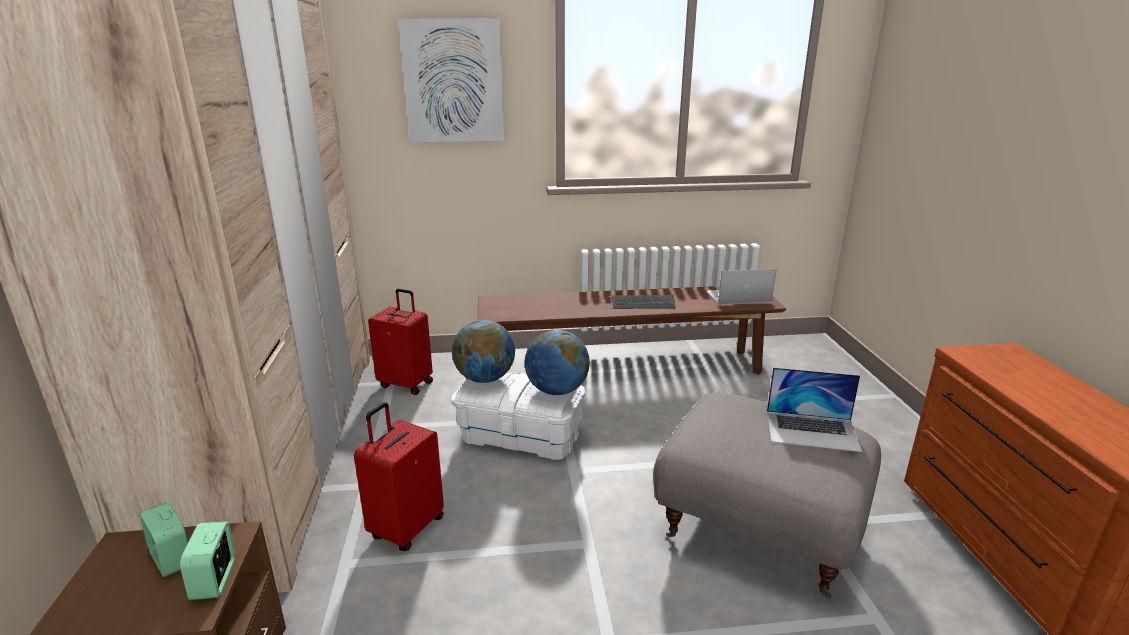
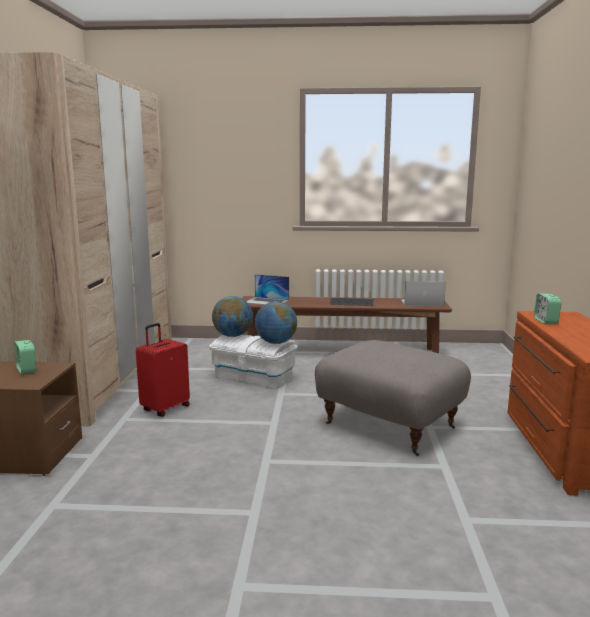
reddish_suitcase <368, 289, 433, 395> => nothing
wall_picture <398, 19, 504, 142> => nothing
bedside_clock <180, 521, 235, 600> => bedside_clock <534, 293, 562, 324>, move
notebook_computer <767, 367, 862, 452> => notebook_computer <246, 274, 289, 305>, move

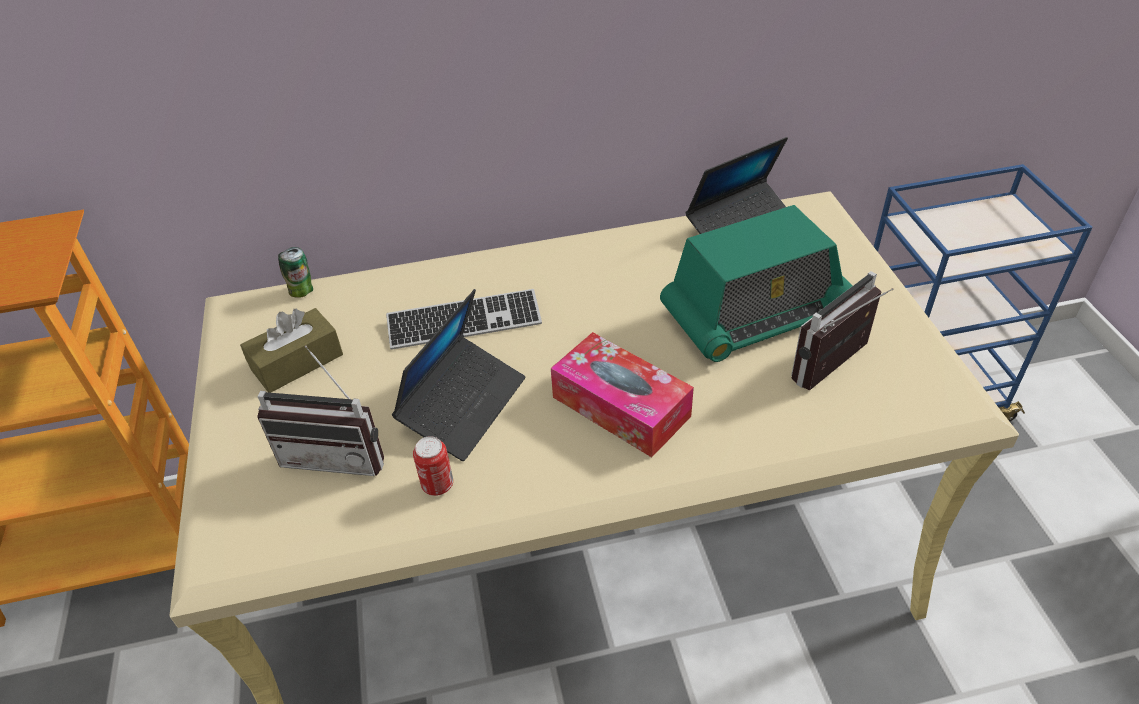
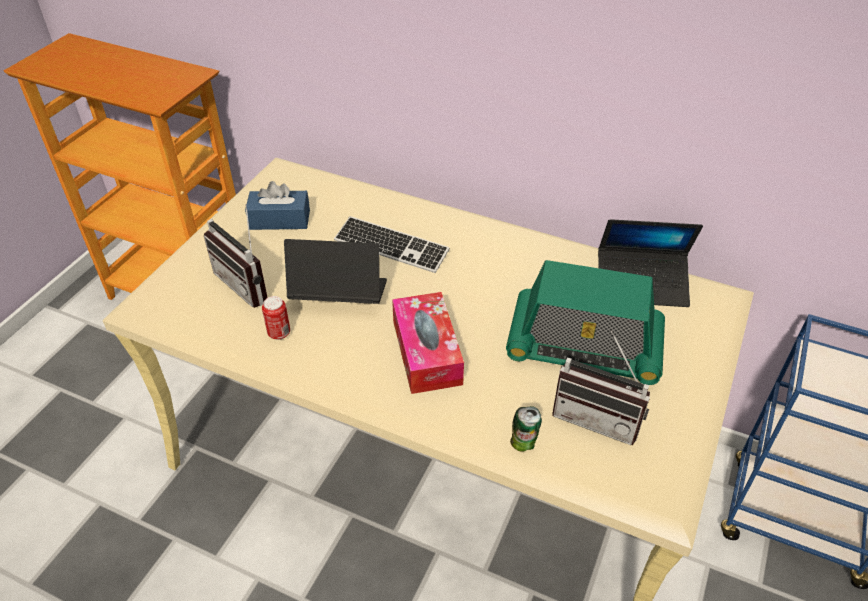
metal_can <278, 247, 313, 298> => metal_can <510, 406, 542, 452>, move
brownish_tissue_box <240, 308, 343, 393> => bluish_tissue_box <245, 181, 310, 230>
notebook_computer <392, 289, 525, 461> => notebook_computer <284, 239, 387, 304>, 150 degrees counterclockwise
radio <791, 271, 894, 390> => radio <552, 331, 650, 445>, 150 degrees counterclockwise

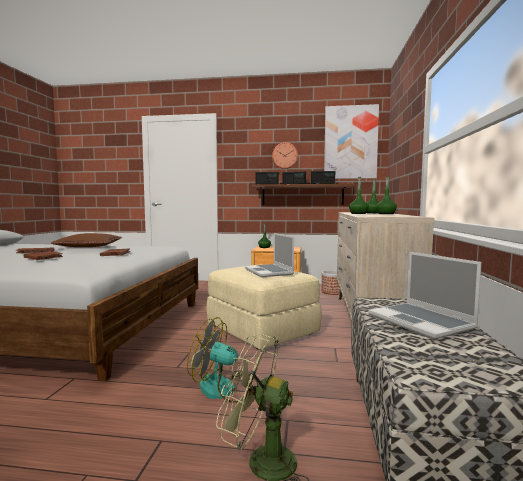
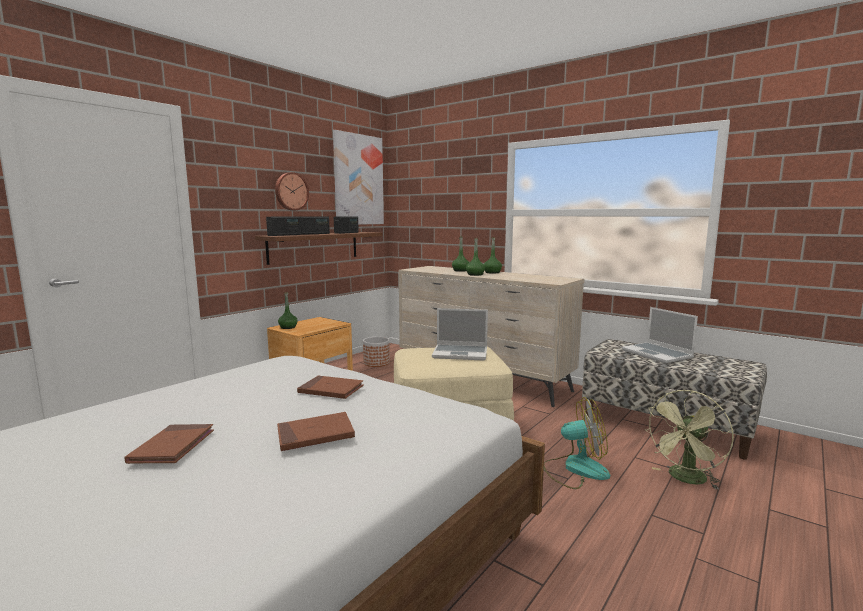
brownish_cushion <51, 233, 122, 247> => nothing
electric_fan <187, 317, 258, 403> => electric_fan <544, 397, 610, 489>, 135 degrees counterclockwise
notebook_computer <368, 252, 481, 340> => notebook_computer <622, 307, 698, 364>, 60 degrees clockwise

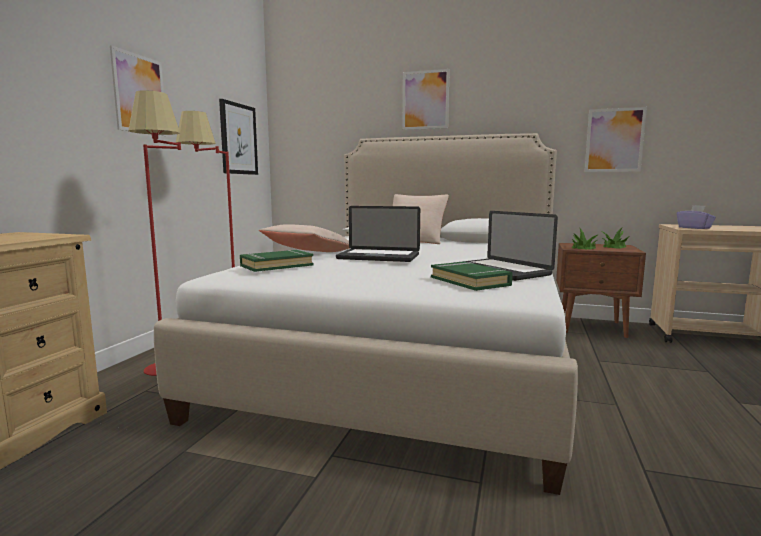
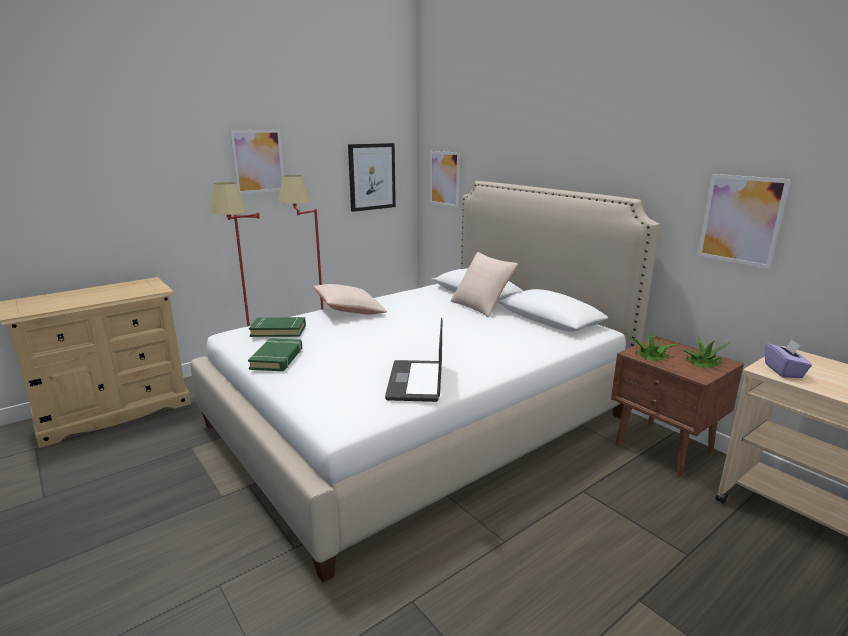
notebook_computer <336, 206, 420, 262> => nothing
wall_picture <402, 69, 450, 130> => wall_picture <430, 151, 460, 208>, move
green-coloured_book <431, 262, 513, 291> => green-coloured_book <248, 338, 302, 371>, move

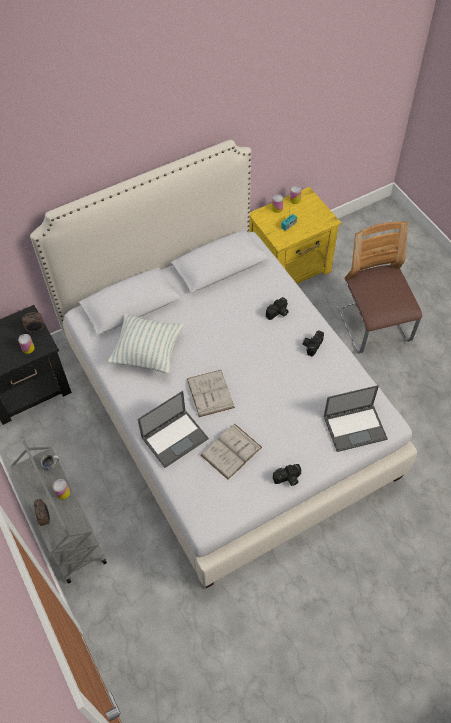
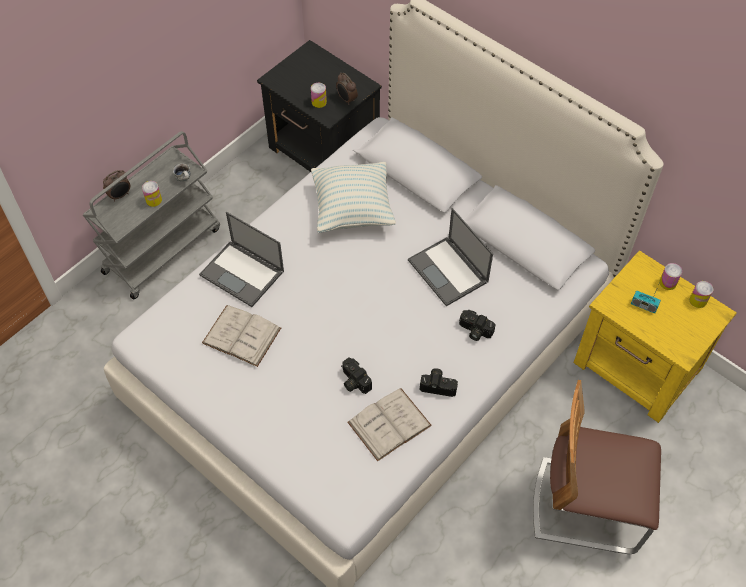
whitish_book <187, 370, 235, 417> => whitish_book <347, 388, 432, 461>, move
still_camera <273, 464, 302, 486> => still_camera <341, 358, 372, 394>, move
notebook_computer <324, 385, 388, 452> => notebook_computer <408, 208, 493, 306>, move
plain_chair <337, 222, 422, 354> => plain_chair <533, 380, 661, 554>, 135 degrees counterclockwise

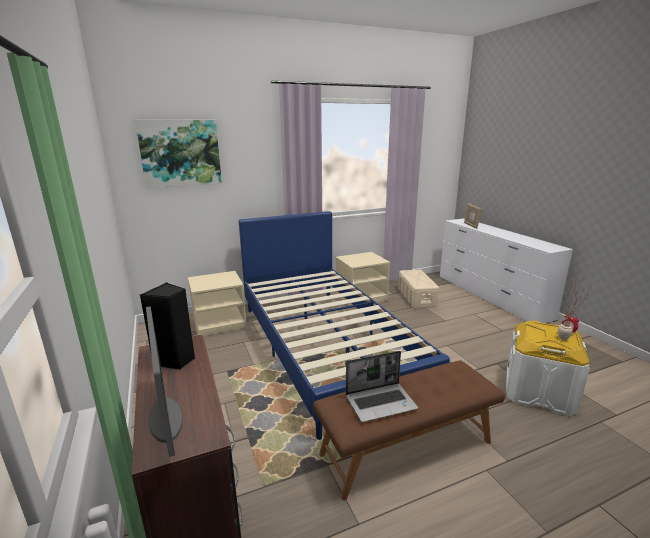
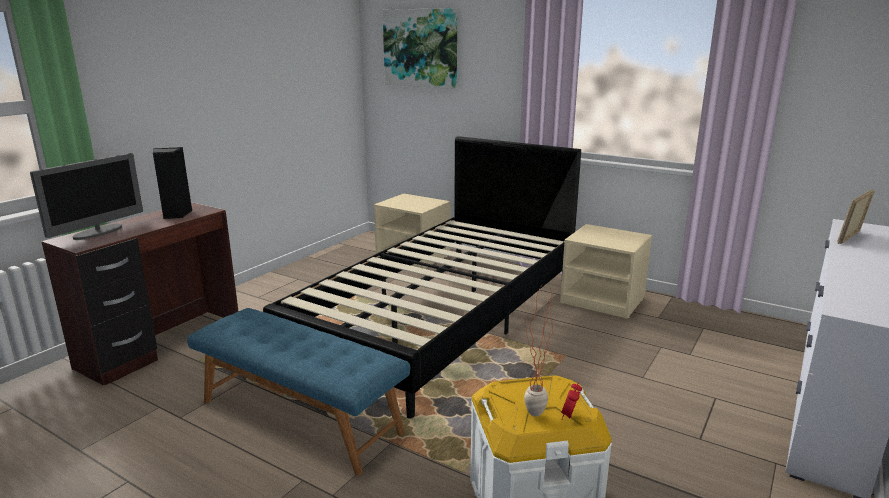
notebook_computer <346, 351, 418, 422> => nothing
beige-coloured_storage_bin <398, 270, 439, 308> => nothing
bluish_bedroom_bed <239, 211, 450, 440> => black-coloured_bedroom_bed <263, 136, 581, 419>
brownish_bench <313, 360, 505, 501> => bluish_bench <187, 308, 410, 475>

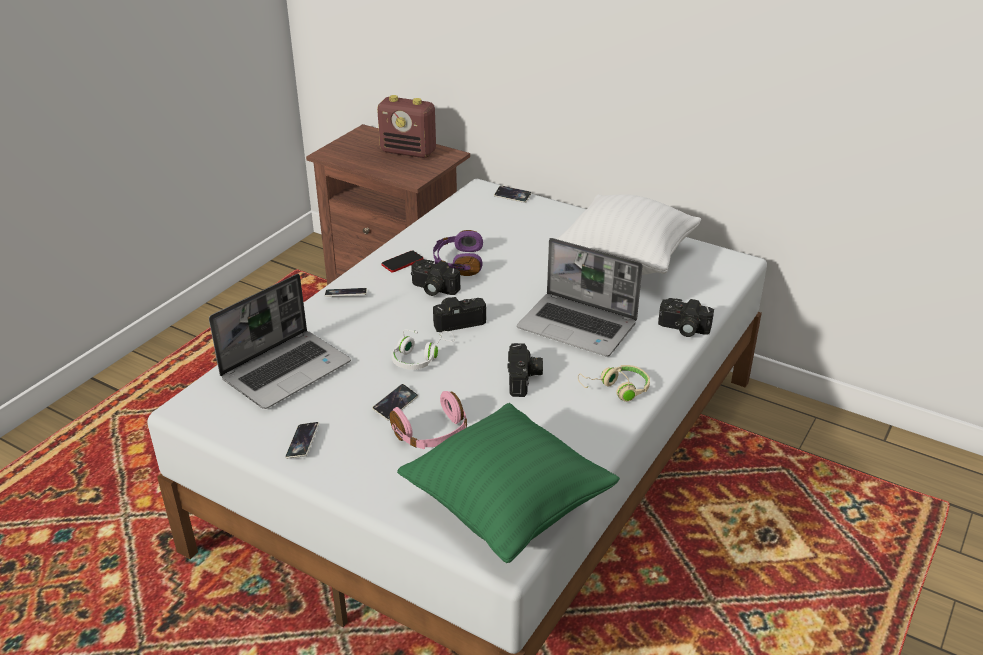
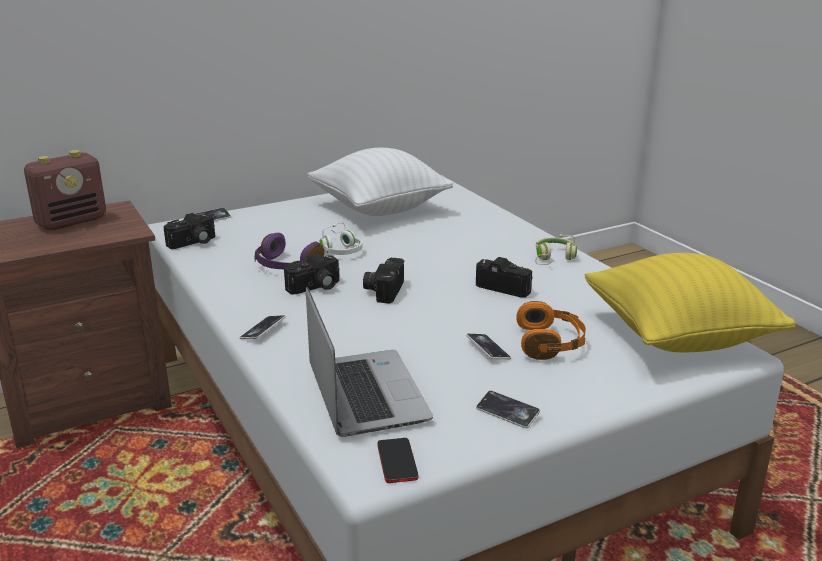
notebook_computer <517, 238, 643, 357> => nothing
phone <381, 250, 423, 272> => phone <377, 438, 418, 483>, move
whitish_headset <391, 329, 455, 370> => whitish_headset <319, 222, 363, 255>, move
still_camera <658, 298, 714, 337> => still_camera <163, 213, 215, 249>, move
pink_headset <390, 391, 467, 449> => orange_headset <516, 301, 586, 360>
green-coloured_cushion <397, 403, 620, 563> => yellowish_cushion <584, 253, 795, 352>

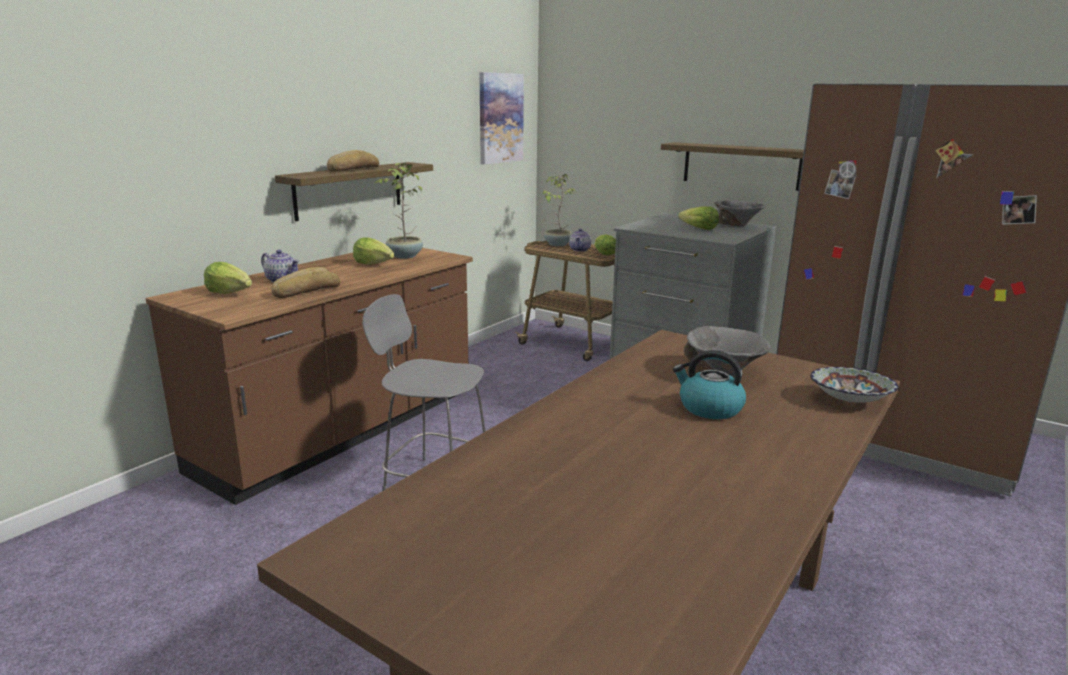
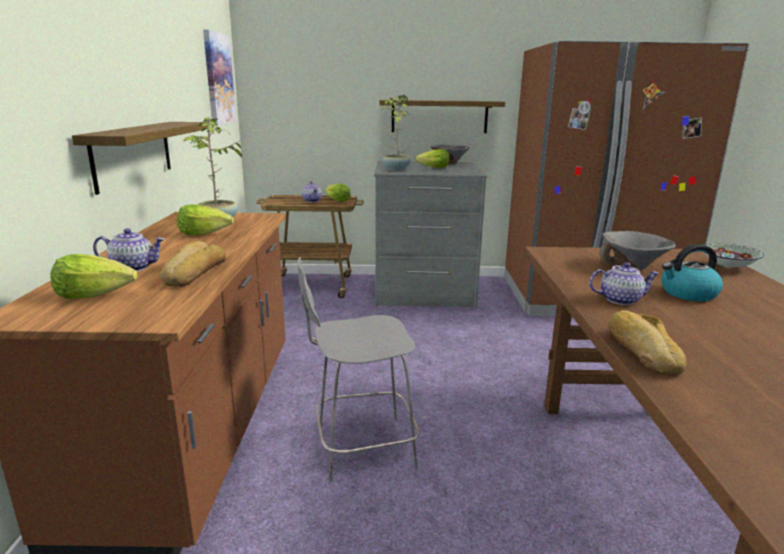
nothing => teapot <589, 262, 659, 305>
baked_bread <327, 150, 379, 172> => baked_bread <609, 310, 687, 375>, move
houseplant <543, 174, 576, 246> => houseplant <380, 95, 411, 171>, move

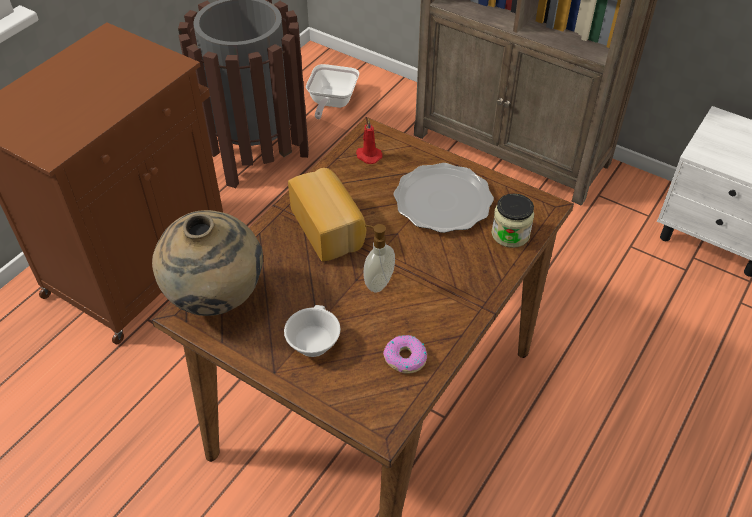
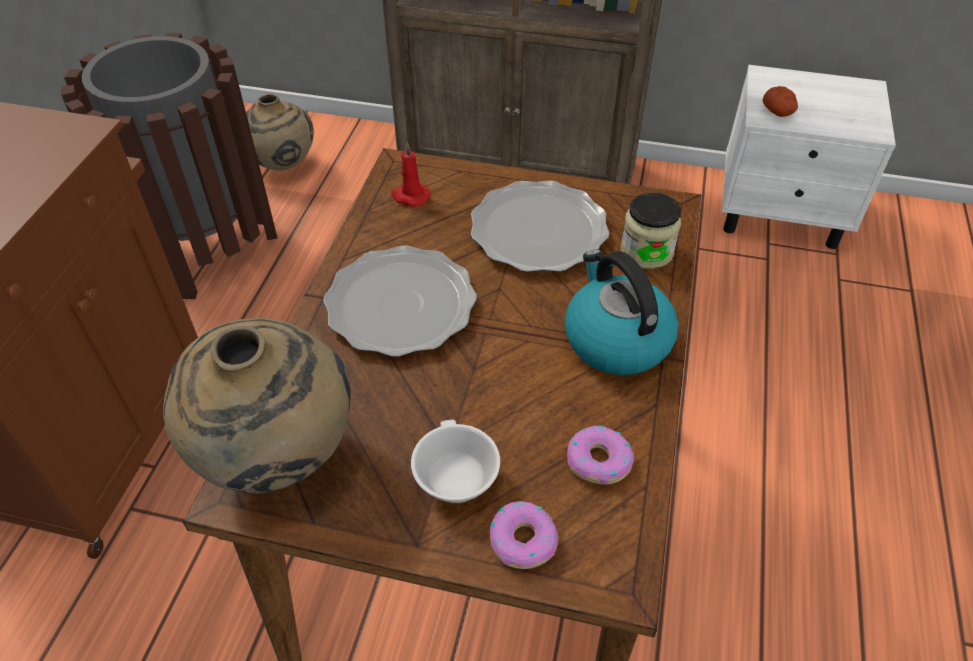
soap_dispenser <364, 224, 395, 292> => nothing
nothing => ring_doughnut <490, 501, 559, 569>
nothing => water_kettle <564, 250, 678, 375>
nothing => spud <762, 86, 798, 117>
baked_bread <288, 168, 366, 261> => dinner_plate <323, 246, 477, 357>
skillet <306, 64, 359, 119> => beige-coloured_decorative_vase <246, 94, 314, 171>

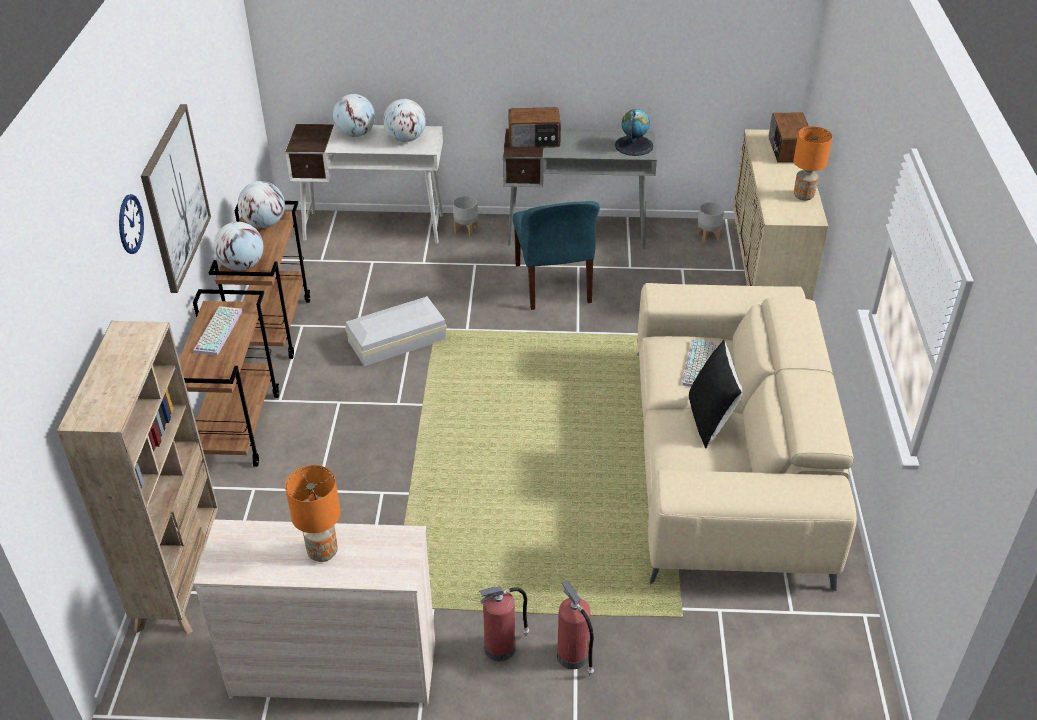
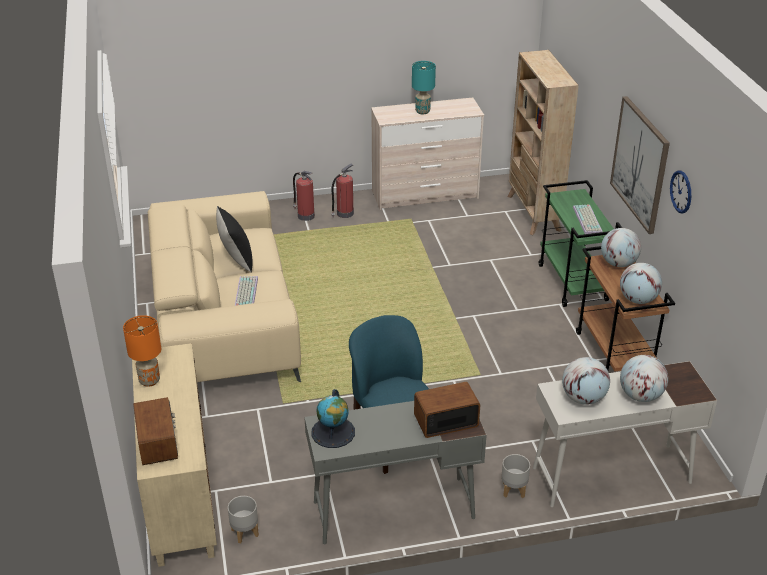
whitish_storage_bin <345, 296, 447, 366> => nothing
clock_on_the_wall <119, 194, 144, 254> => clock_on_the_wall <670, 171, 691, 213>, move
brownish_trolley <179, 289, 279, 467> => green-coloured_trolley <539, 180, 622, 307>
orange_tabletop_lamp <285, 465, 341, 562> => blue-green_tabletop_lamp <412, 61, 436, 114>

